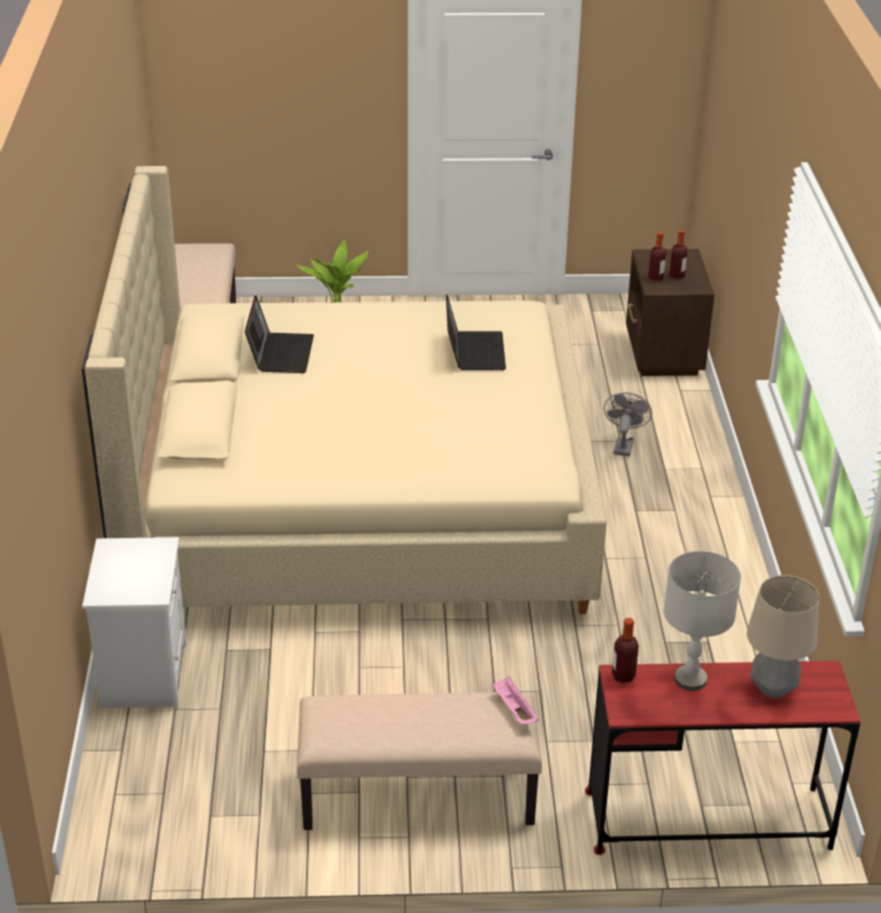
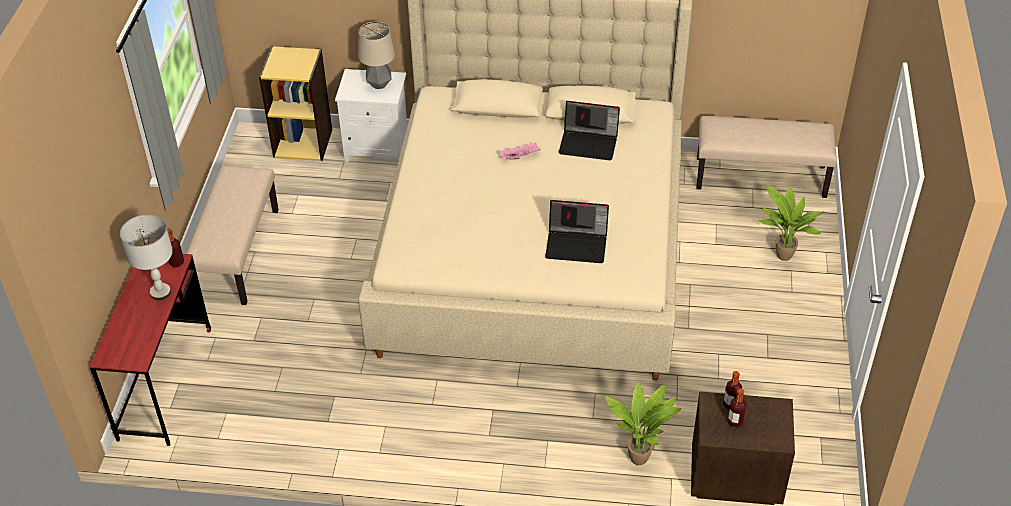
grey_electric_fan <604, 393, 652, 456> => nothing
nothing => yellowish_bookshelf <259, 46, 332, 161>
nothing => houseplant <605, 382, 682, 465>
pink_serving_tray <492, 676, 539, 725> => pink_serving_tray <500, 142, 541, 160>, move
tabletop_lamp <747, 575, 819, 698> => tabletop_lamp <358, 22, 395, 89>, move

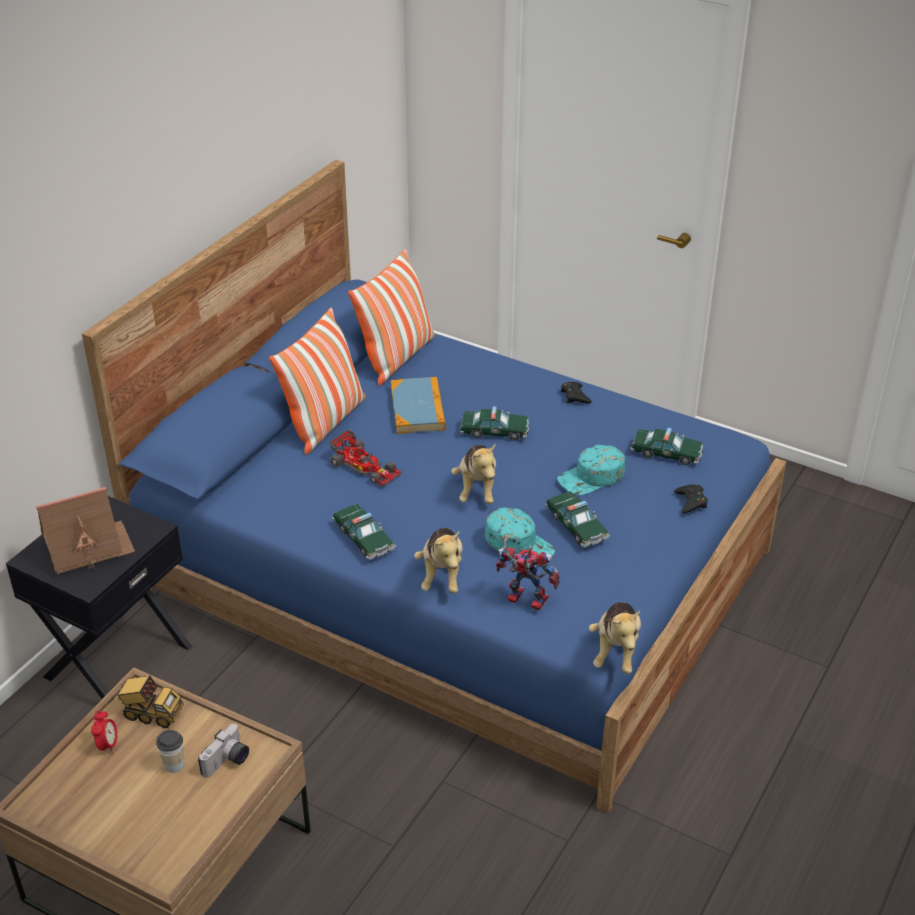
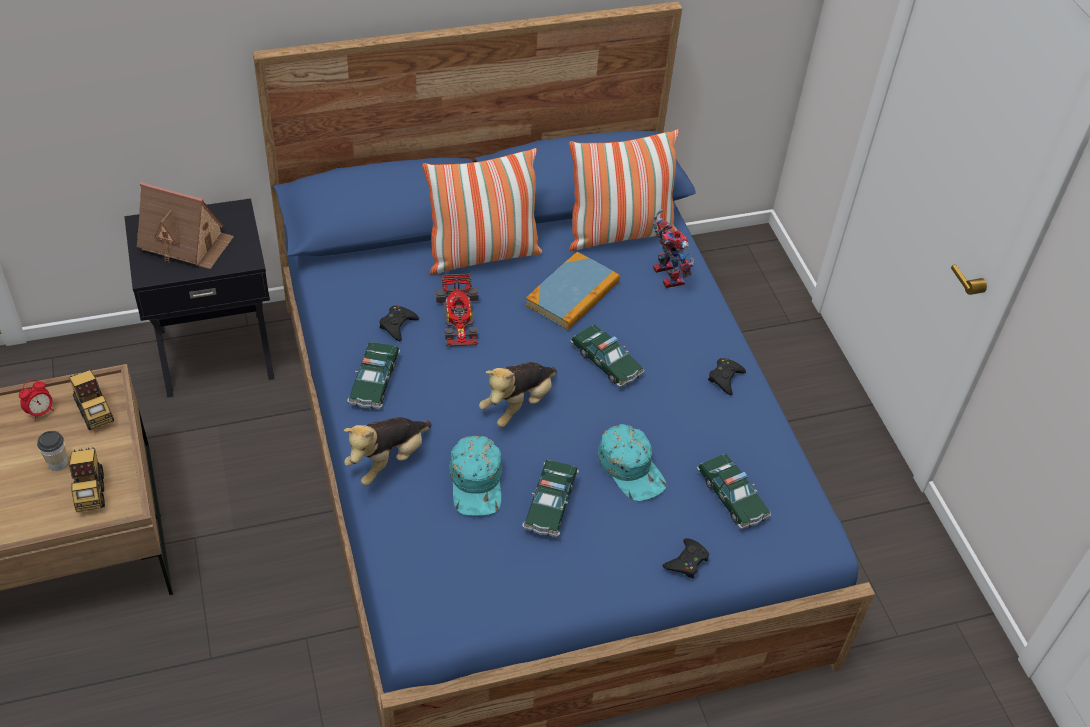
soft_toy <589, 602, 641, 674> => nothing
nothing => black-coloured_joypad <379, 306, 419, 341>
model_robot <496, 538, 560, 610> => model_robot <653, 209, 695, 288>, move
still_camera <198, 724, 249, 778> => toy_lorry <69, 447, 105, 512>
blue-green_peaked_cap <557, 445, 625, 495> => blue-green_peaked_cap <598, 424, 666, 501>, 135 degrees counterclockwise

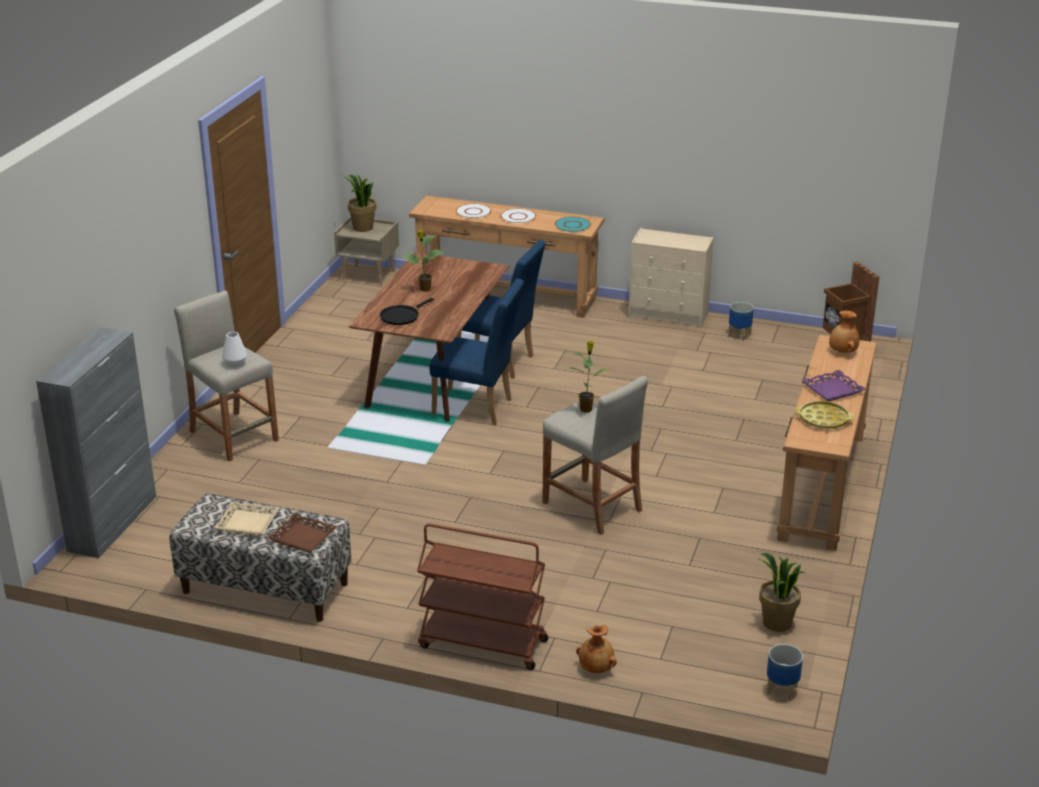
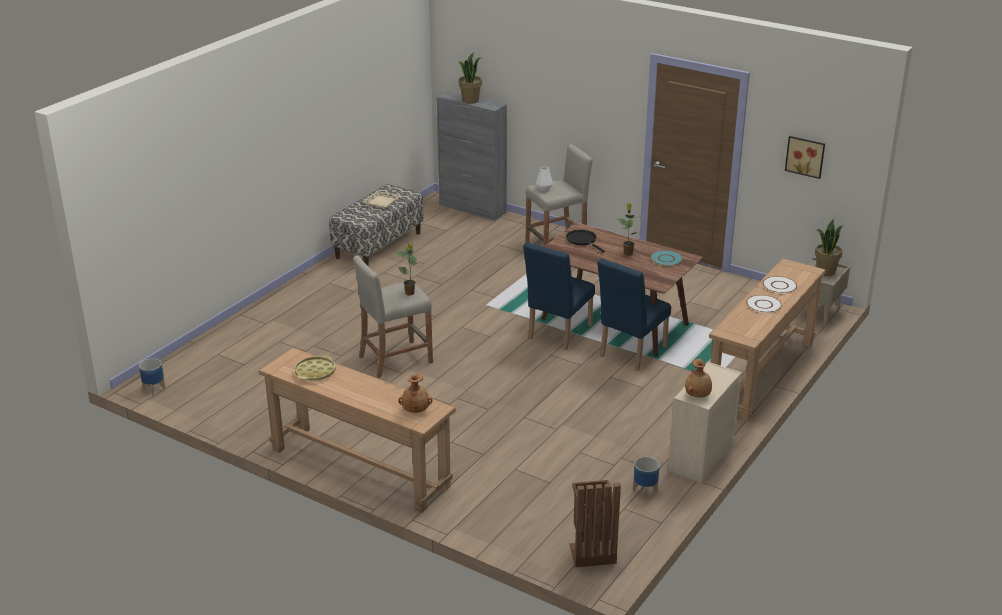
brownish_serving_tray <267, 513, 338, 553> => nothing
brownish_trolley <417, 523, 549, 670> => nothing
purple_serving_tray <802, 370, 866, 401> => nothing
nothing => wall_picture <785, 136, 825, 179>
blue-green_dinner_plate <555, 217, 591, 232> => blue-green_dinner_plate <650, 250, 683, 266>, move
brownish_decorative_vase <576, 625, 617, 673> => brownish_decorative_vase <685, 359, 712, 398>, move
houseplant <759, 553, 805, 632> => houseplant <458, 52, 482, 104>, move

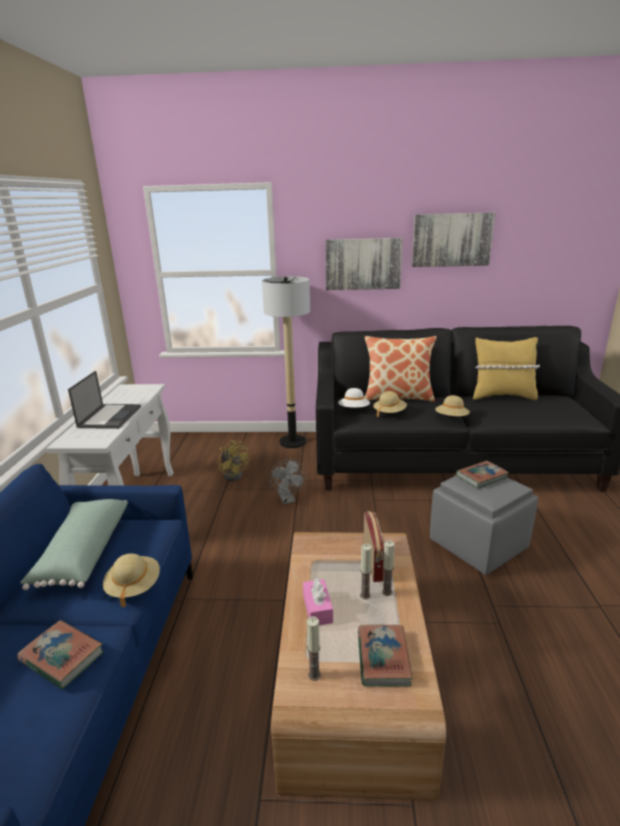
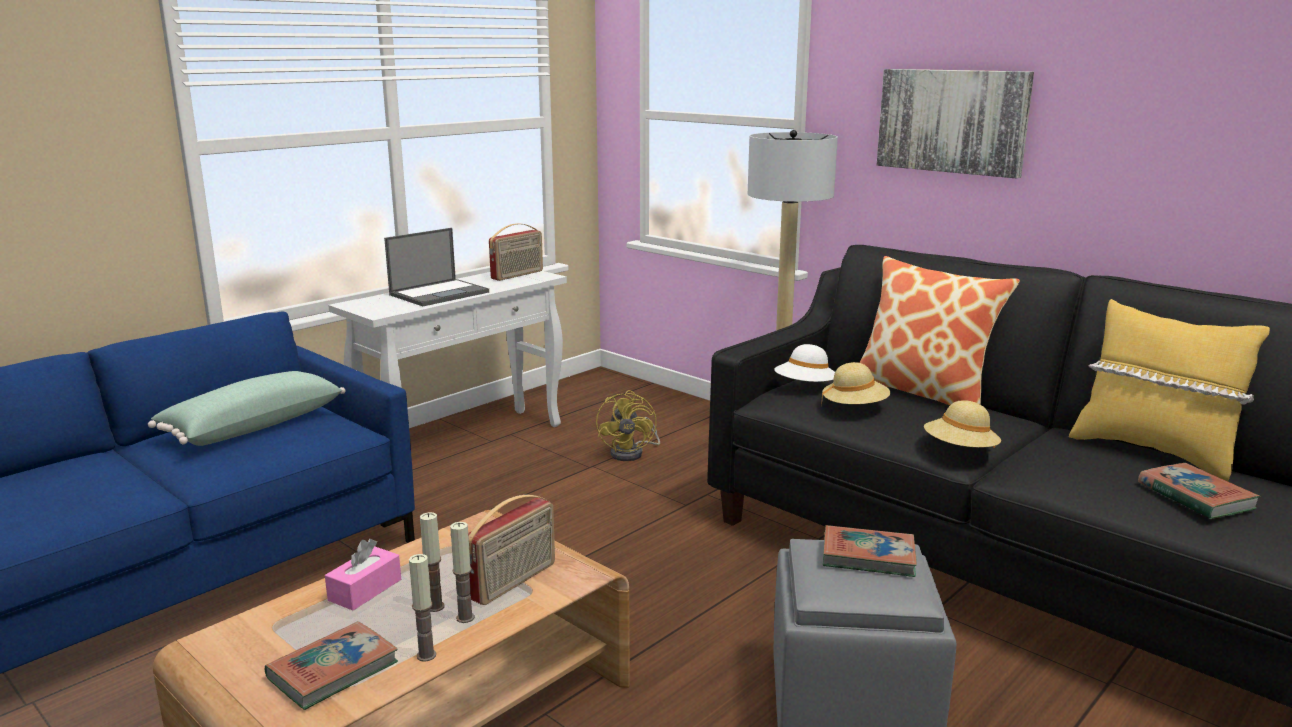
beige-coloured_clothing_hat <103, 553, 160, 608> => nothing
grey_electric_fan <269, 459, 306, 504> => nothing
wall_picture <412, 212, 495, 267> => nothing
nothing => radio <489, 223, 543, 281>
book <17, 620, 104, 689> => book <1138, 463, 1261, 519>, move
candle <307, 617, 321, 681> => candle <409, 554, 436, 662>, move

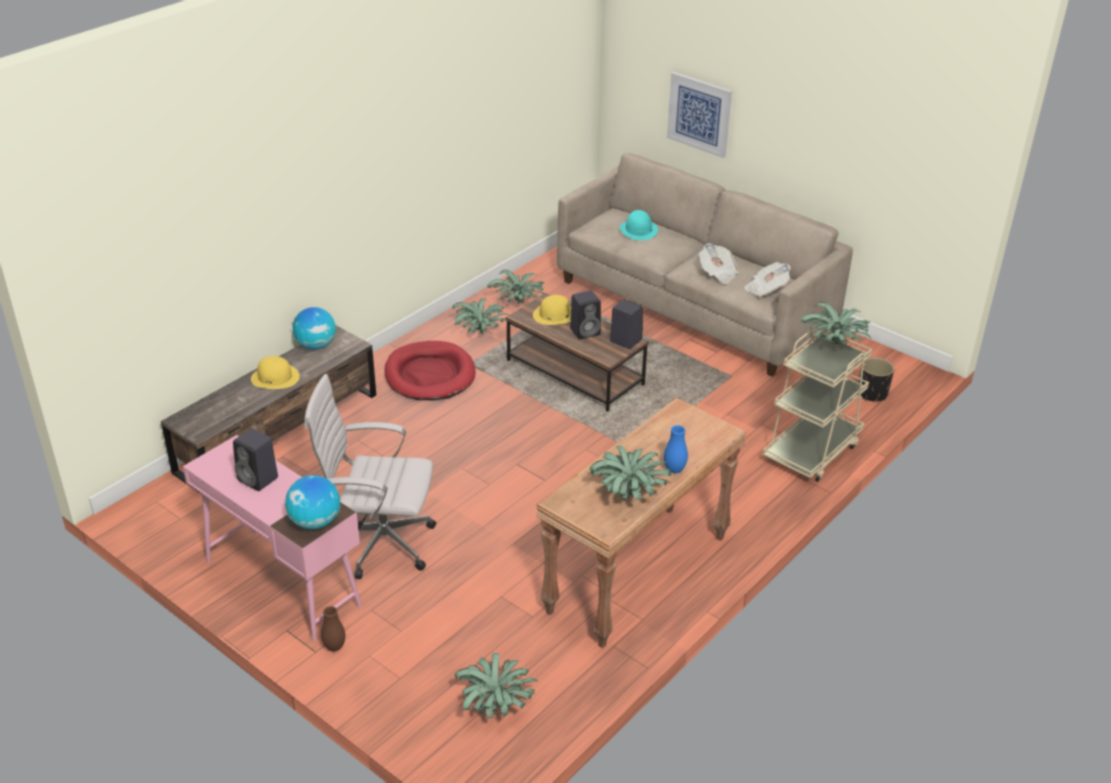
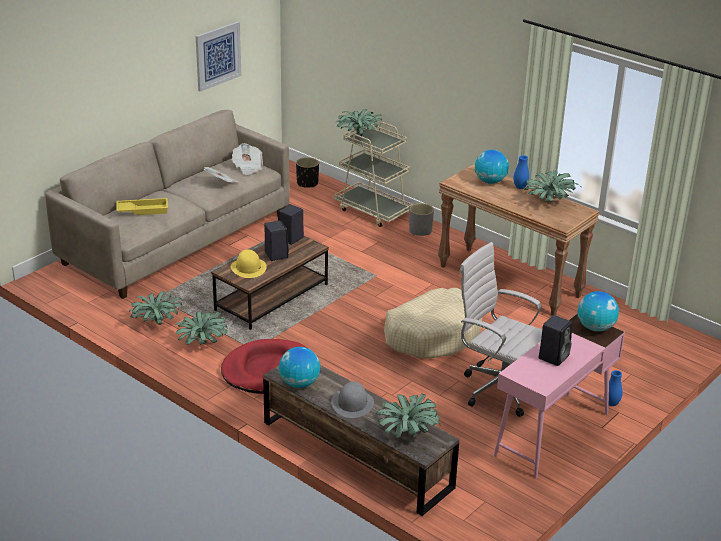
nothing => beige-coloured_dog_bed <384, 288, 483, 359>
nothing => grey_plant_pot <409, 203, 434, 236>
nothing => desk_globe <475, 150, 509, 184>
houseplant <454, 653, 539, 718> => houseplant <376, 393, 441, 438>, move
wall_picture <667, 72, 732, 158> => wall_picture <196, 22, 241, 92>, move
blue-green_clothing_hat <620, 210, 658, 240> => yellowish_serving_tray <116, 198, 168, 215>
yellowish_clothing_hat <251, 356, 300, 389> => grey_clothing_hat <331, 381, 374, 418>
brownish_decorative_vase <321, 606, 345, 652> => bluish_decorative_vase <604, 370, 623, 406>
whitish_computer_chair <305, 374, 436, 579> => whitish_computer_chair <459, 242, 542, 417>, 120 degrees clockwise

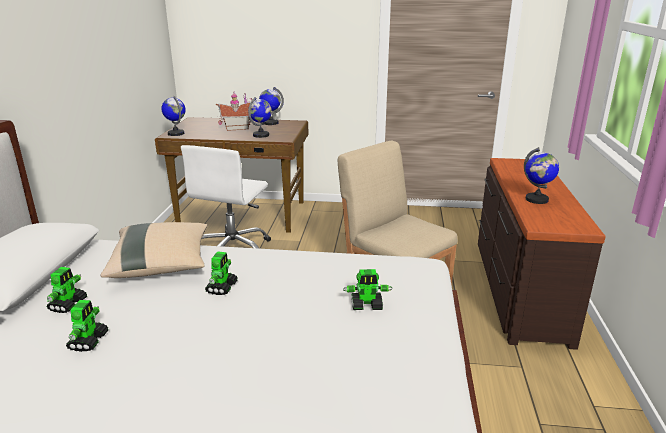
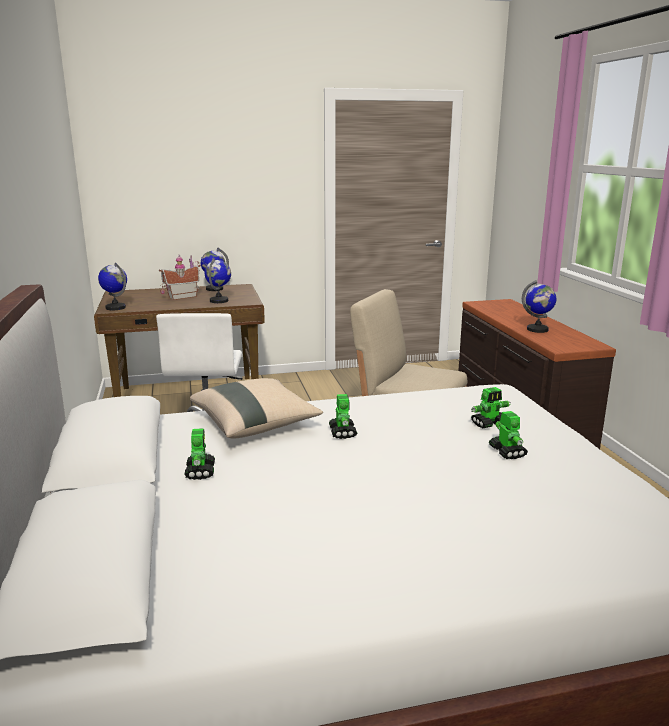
model_robot <66, 300, 109, 352> => model_robot <489, 411, 528, 459>, move

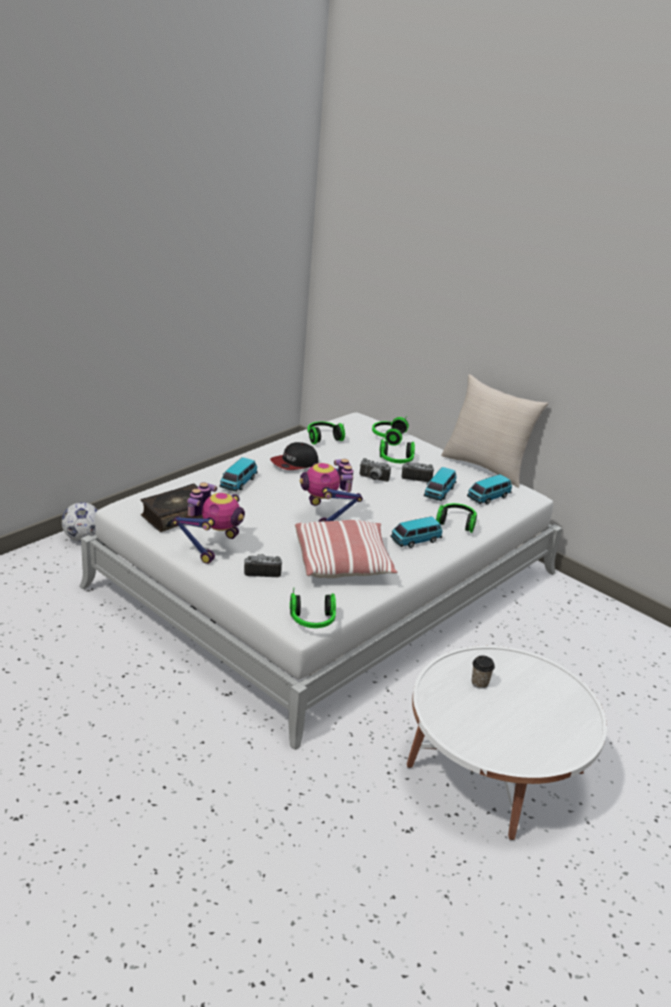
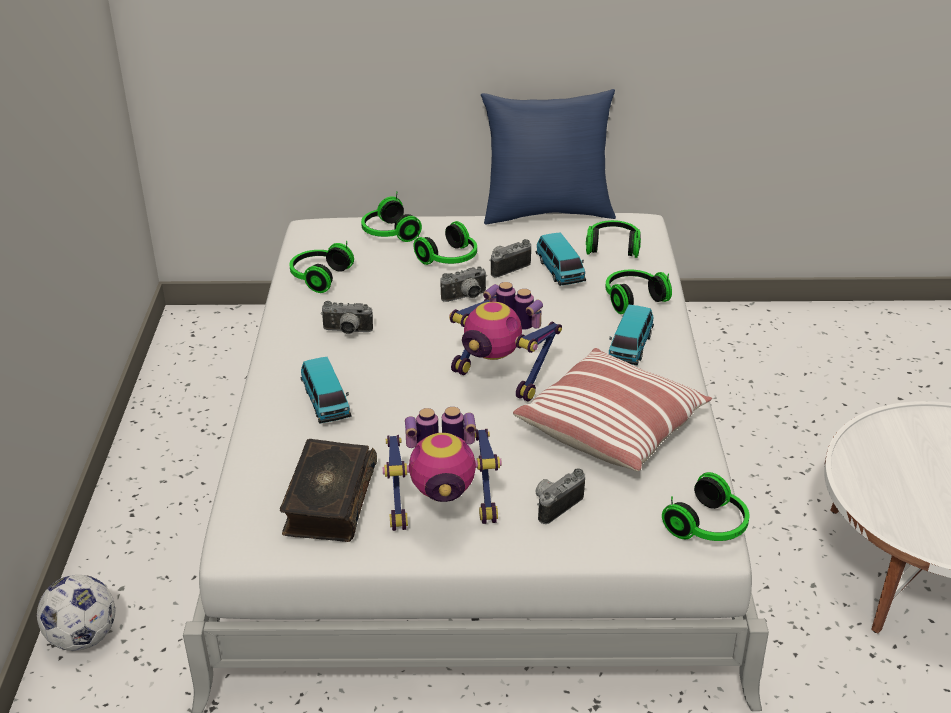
small_cup <472, 655, 495, 689> => nothing
peaked_cap <270, 442, 318, 470> => still_camera <321, 301, 373, 334>
model_car <467, 474, 512, 504> => headset <586, 220, 641, 258>
beige-coloured_cushion <441, 374, 548, 488> => bluish_cushion <481, 89, 616, 225>
model_robot <172, 482, 245, 564> => model_robot <382, 407, 502, 531>, 105 degrees clockwise

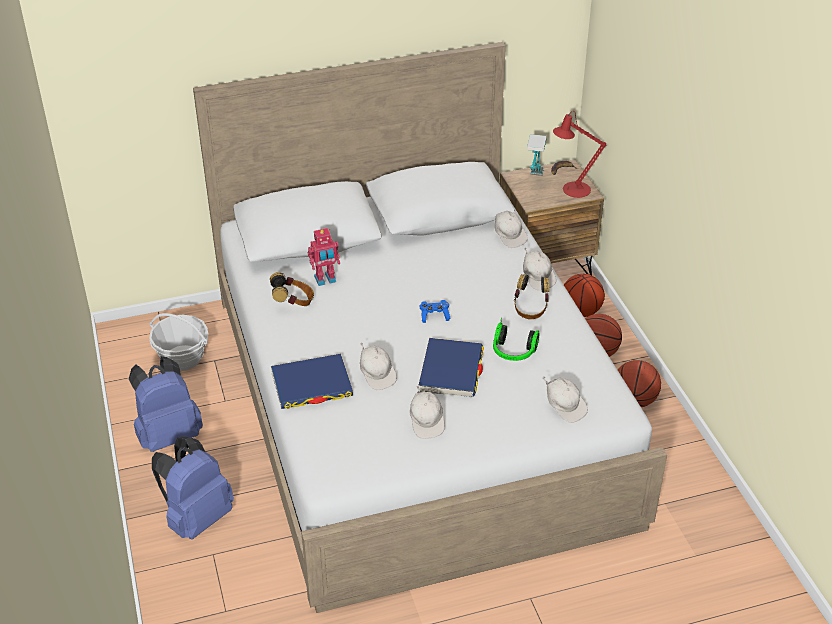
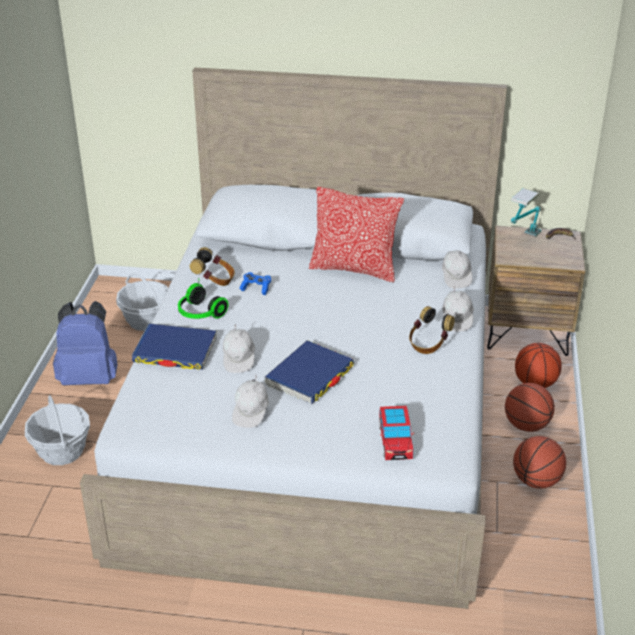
model_robot <308, 228, 340, 286> => nothing
reddish_tabletop_lamp <553, 111, 606, 198> => nothing
nothing => cushion <309, 187, 404, 282>
bluish_joypad <420, 300, 451, 323> => bluish_joypad <239, 272, 271, 295>, move
headset <493, 318, 539, 361> => headset <178, 279, 228, 319>, move
bluish_backpack <152, 437, 234, 540> => storage_basket <25, 395, 90, 465>
whitish_peaked_cap <543, 377, 588, 423> => model_car <379, 406, 414, 460>

